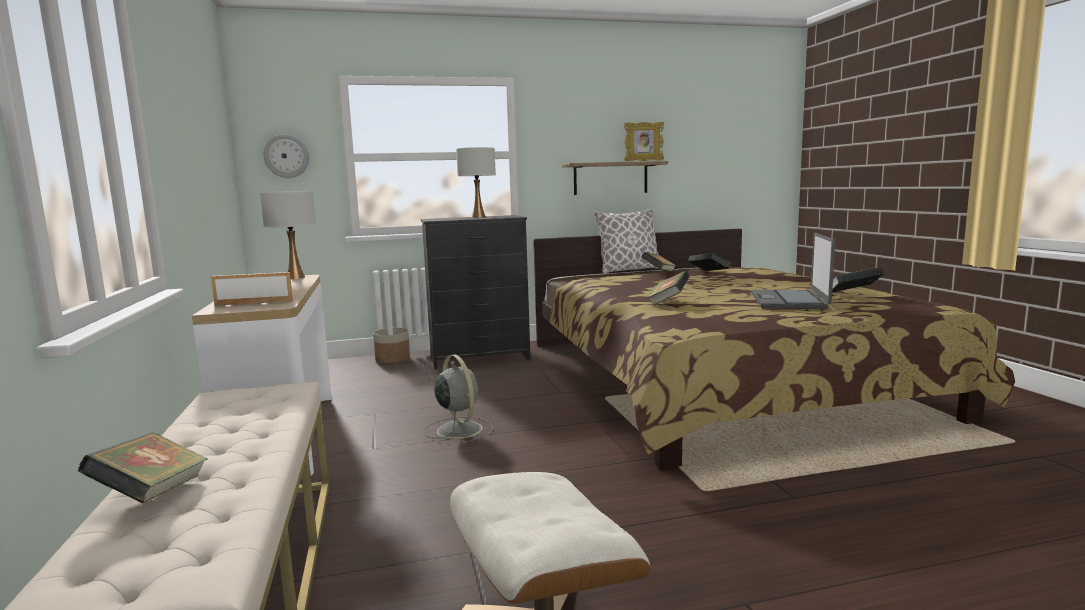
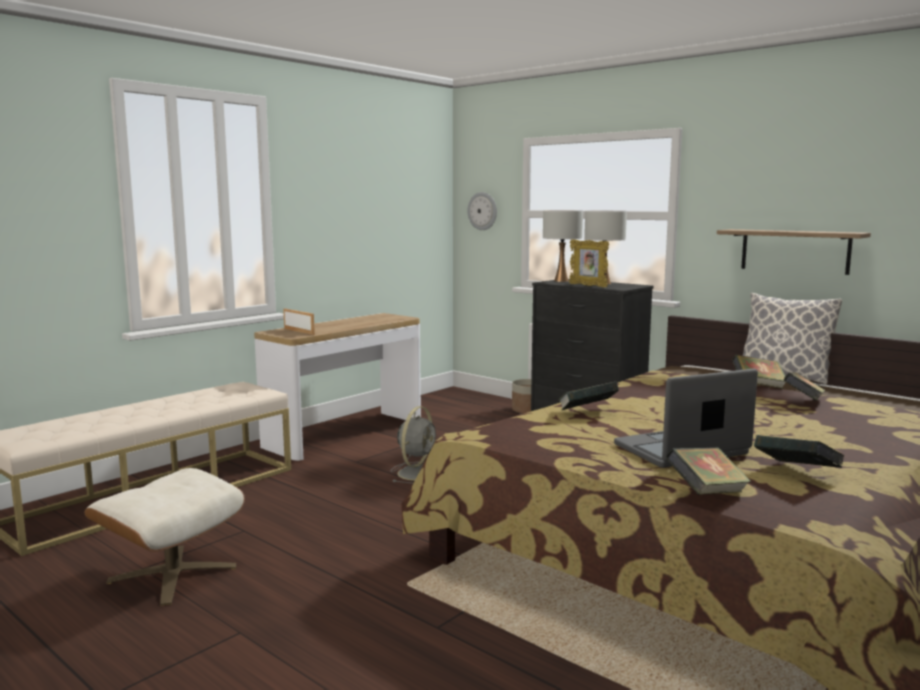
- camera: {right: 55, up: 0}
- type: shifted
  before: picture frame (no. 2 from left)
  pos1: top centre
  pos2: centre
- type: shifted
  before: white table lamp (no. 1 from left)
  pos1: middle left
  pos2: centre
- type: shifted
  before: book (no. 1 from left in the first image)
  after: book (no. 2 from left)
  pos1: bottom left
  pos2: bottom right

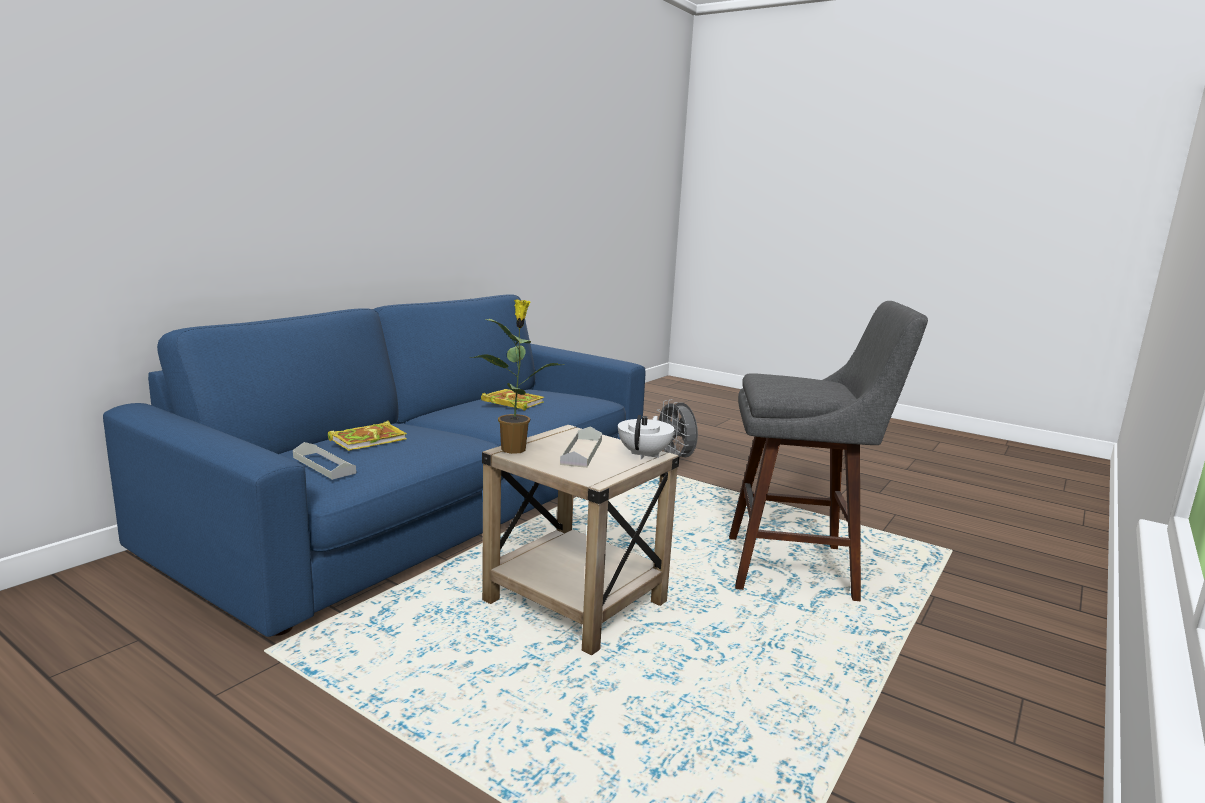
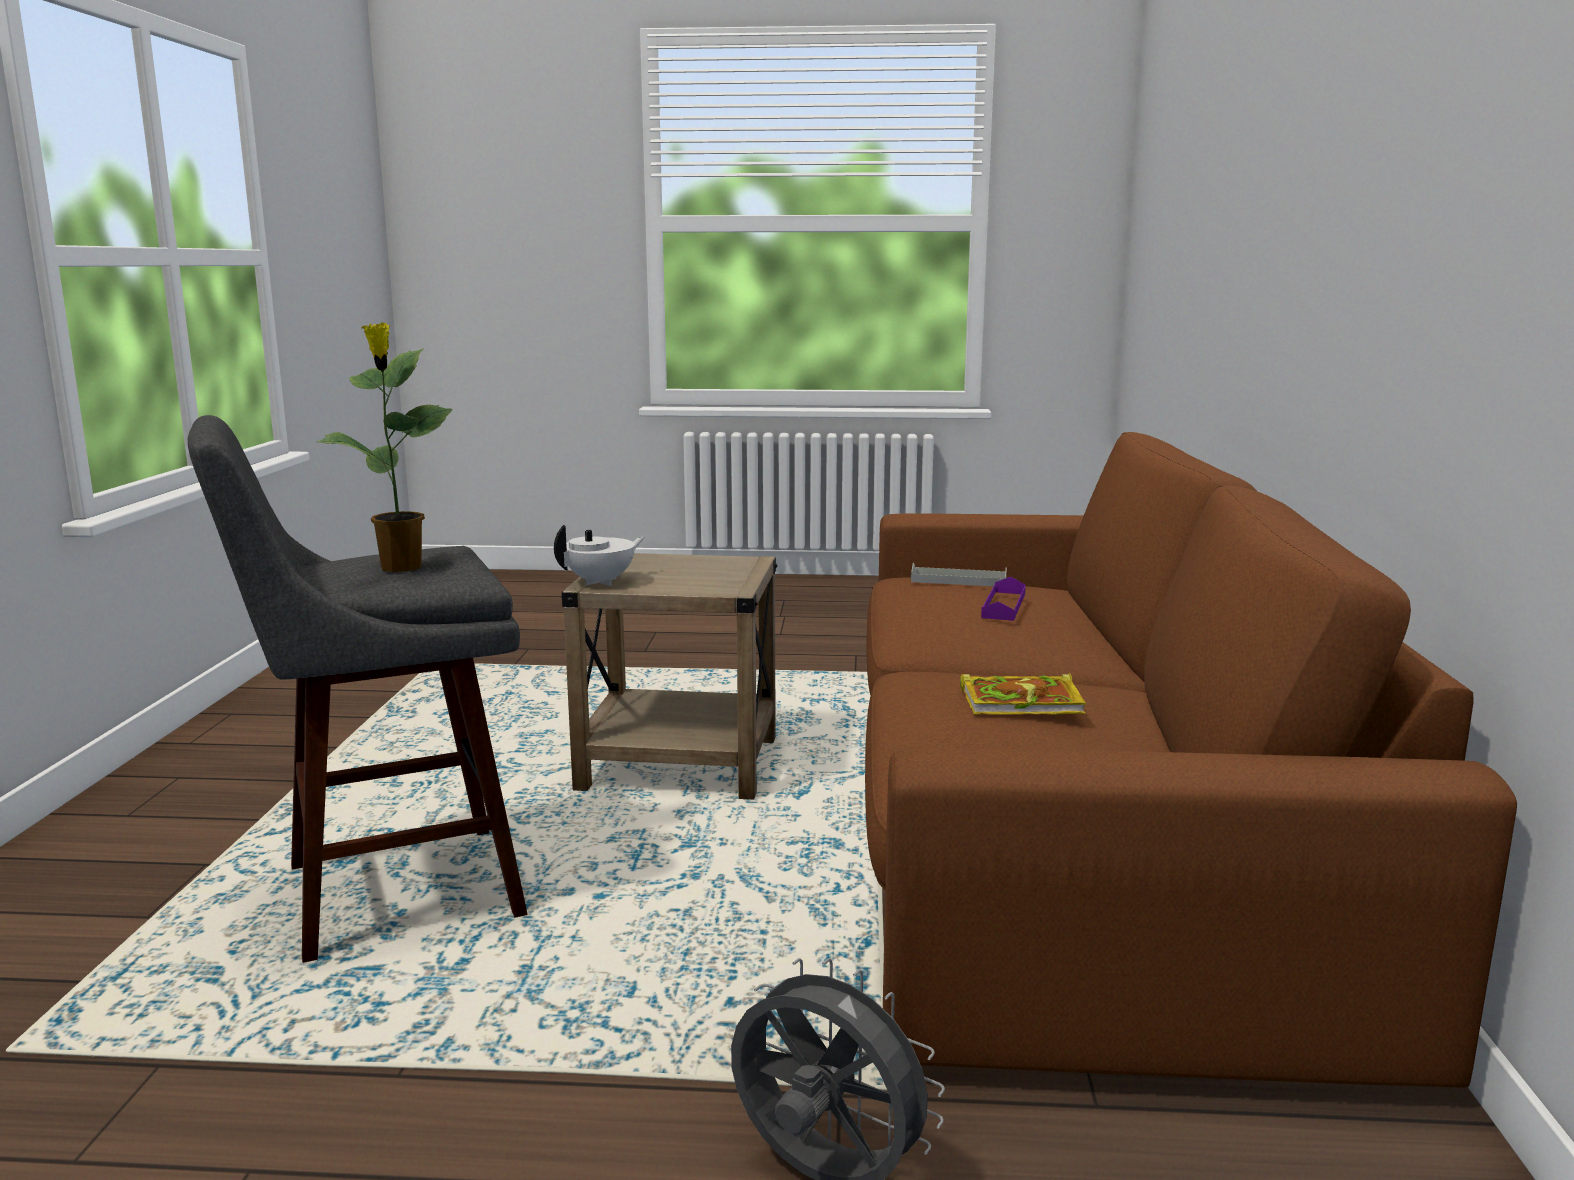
- camera: {right: 150, up: 0}
- type: repainted
  before: blue sofa
  after: brown sofa
  pos1: middle left
  pos2: middle right
- type: shifted
  before: potted plant
  pos1: centre
  pos2: middle left
- type: rotated
  before: white teapot
  pos1: centre
  pos2: centre
  turn: -120
- type: swapped
  before: book (no. 1 from left)
  after: purple tray
  pos1: middle left
  pos2: centre
- type: gone
  before: grey tray (no. 2 from left)
  pos1: centre

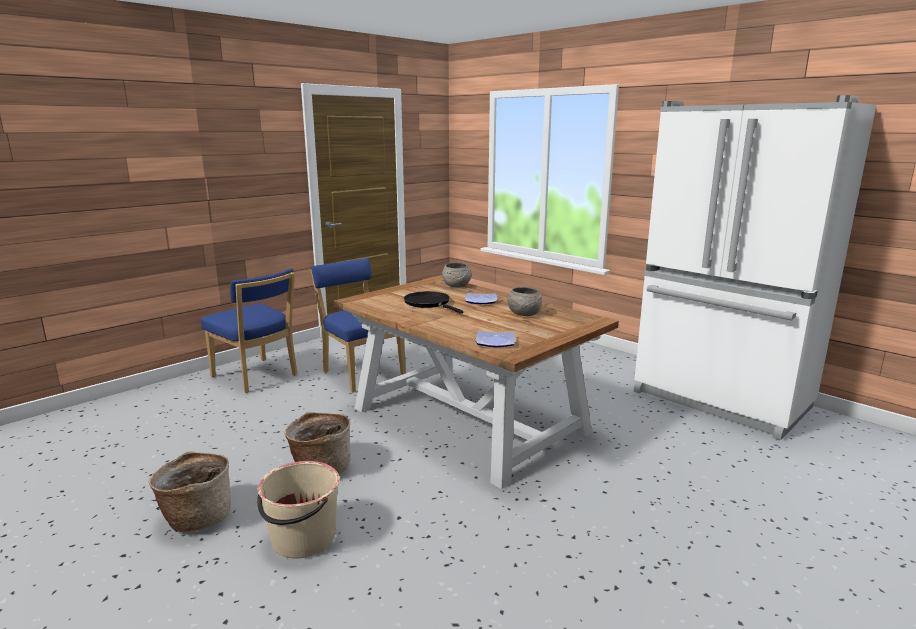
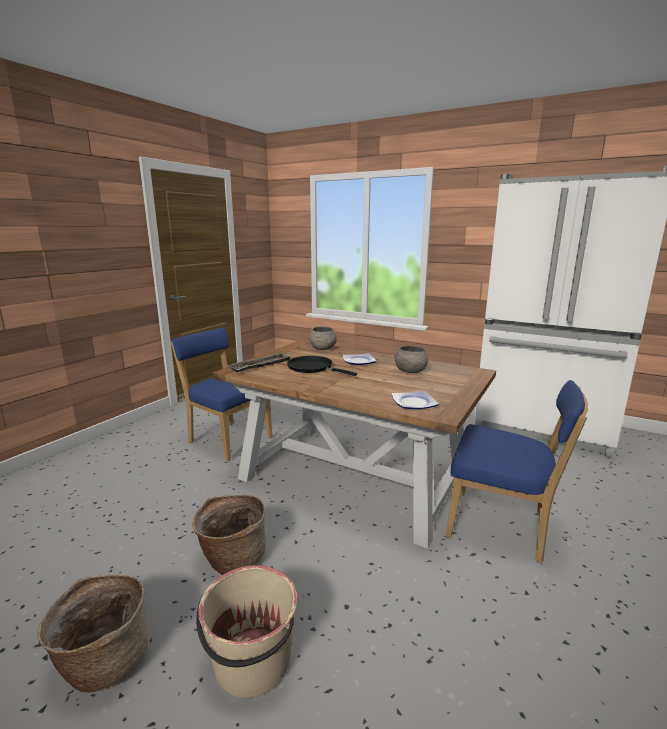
- camera: {right: -15, up: 0}
- type: shifted
  before: blue chair (no. 1 from left in the first image)
  after: blue chair (no. 2 from left)
  pos1: middle left
  pos2: middle right
- type: new
  after: tray
  pos2: centre

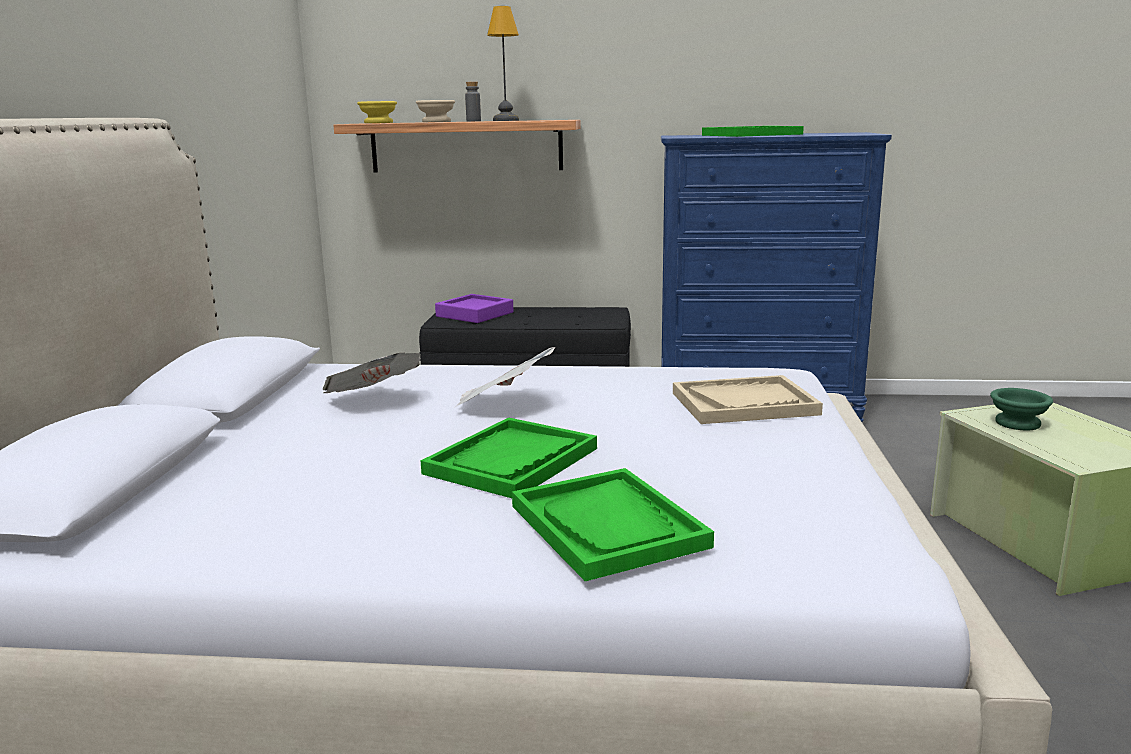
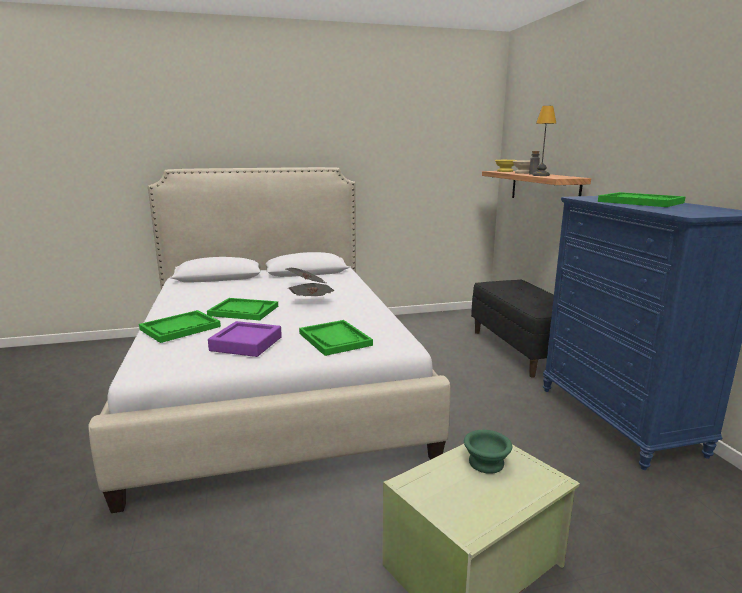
- camera: {right: 70, up: 0}
- type: shifted
  before: purple tray
  pos1: centre
  pos2: middle left
- type: repainted
  before: beige tray
  after: green tray (no. 3 from left)
  pos1: centre
  pos2: centre

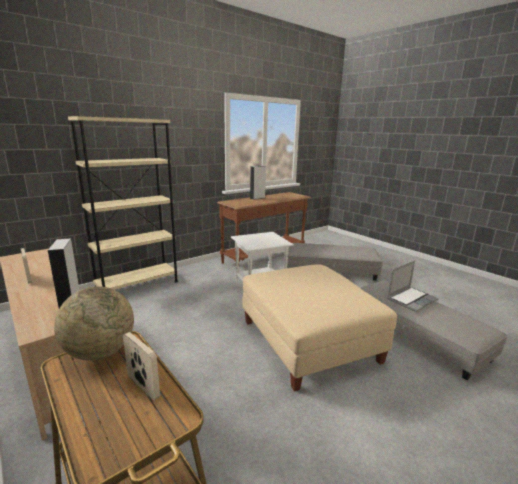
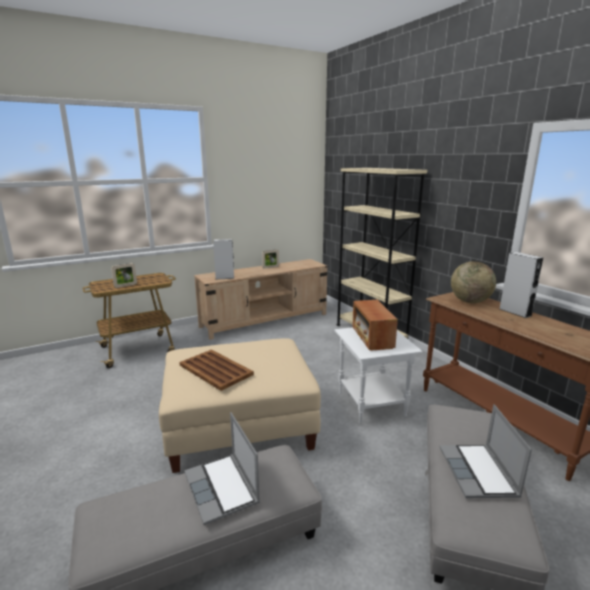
- camera: {right: 100, up: 0}
- type: shifted
  before: globe
  pos1: bottom left
  pos2: middle right
- type: new
  after: radio
  pos2: centre
- type: new
  after: brown tray
  pos2: centre
- type: new
  after: laptop (no. 2 from left)
  pos2: bottom right

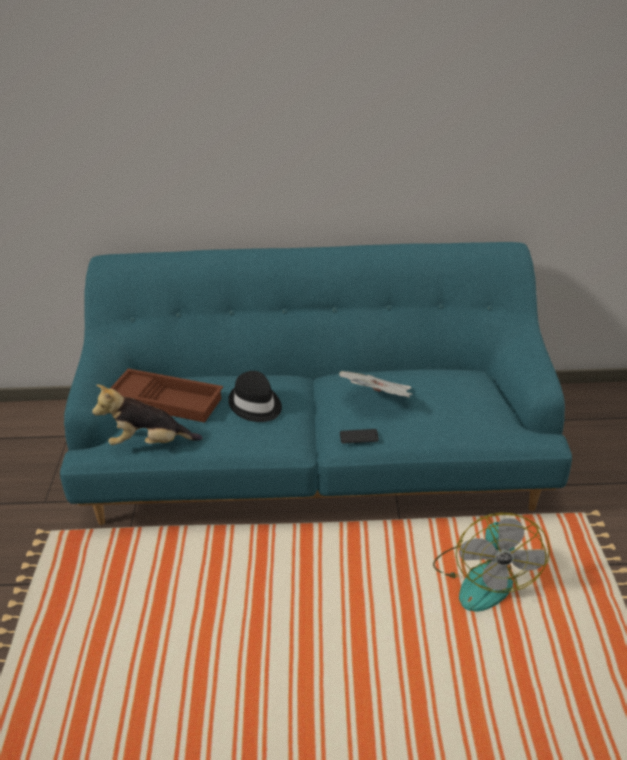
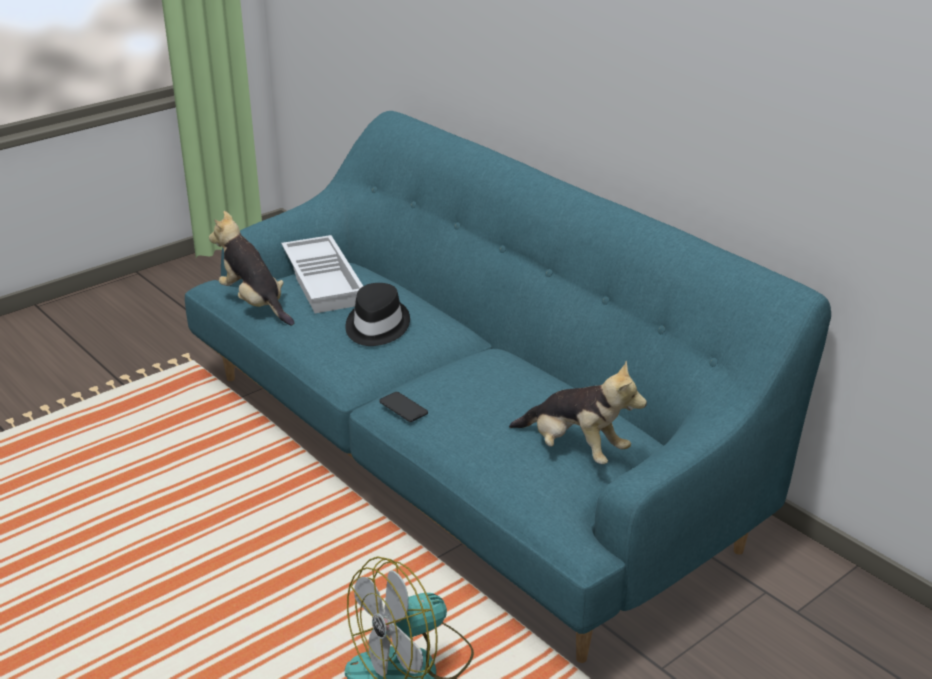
- camera: {right: 50, up: -5}
- type: repainted
  before: brown tray
  after: white tray
  pos1: middle left
  pos2: centre
- type: gone
  before: newspaper
  pos1: centre
- type: new
  after: plush toy (no. 2 from left)
  pos2: centre

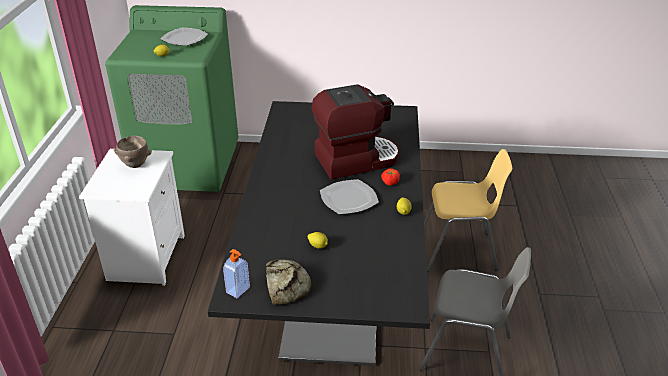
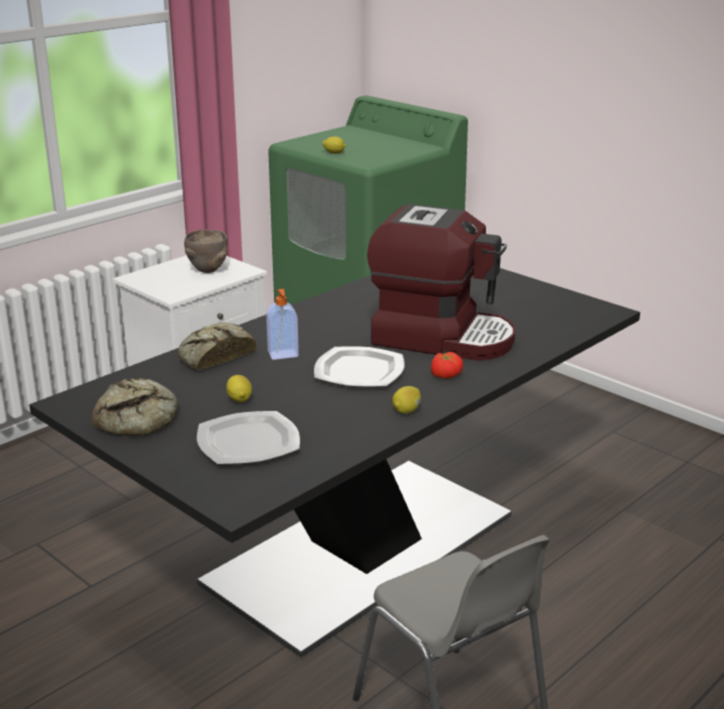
- camera: {right: 40, up: -10}
- type: shifted
  before: plate (no. 1 from left)
  pos1: top left
  pos2: centre
- type: gone
  before: yellow chair
  pos1: middle right
- type: shifted
  before: soap dispenser
  pos1: bottom centre
  pos2: centre
- type: new
  after: bread (no. 2 from left)
  pos2: middle left

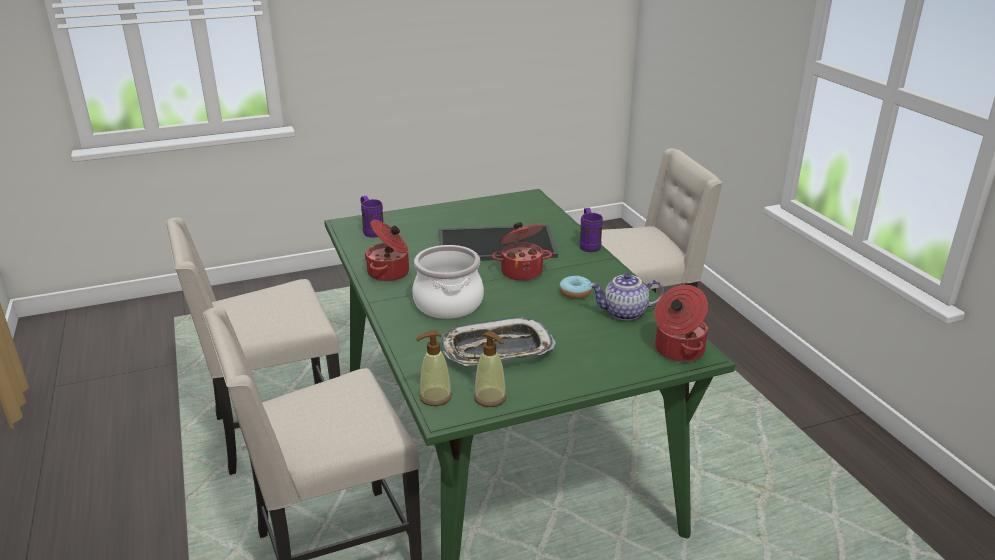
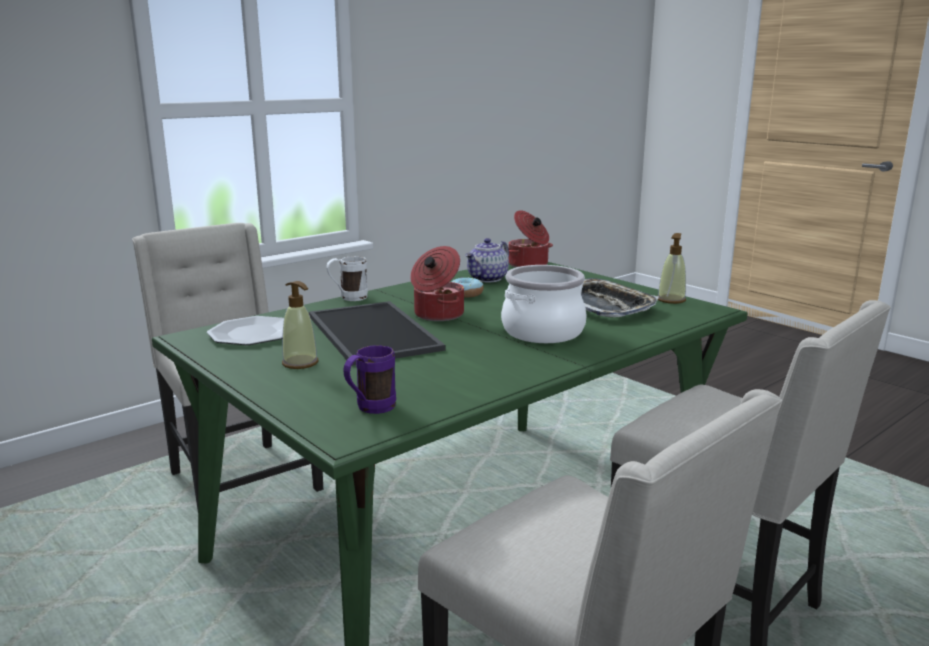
- camera: {right: -110, up: -10}
- type: repainted
  before: purple mug (no. 2 from left)
  after: white mug
  pos1: centre
  pos2: centre
- type: gone
  before: cooking pot (no. 1 from left)
  pos1: centre
- type: rotated
  before: teapot
  pos1: centre
  pos2: centre
  turn: 60
- type: shifted
  before: soap dispenser (no. 1 from left)
  pos1: centre
  pos2: middle left
- type: new
  after: plate
  pos2: middle left

